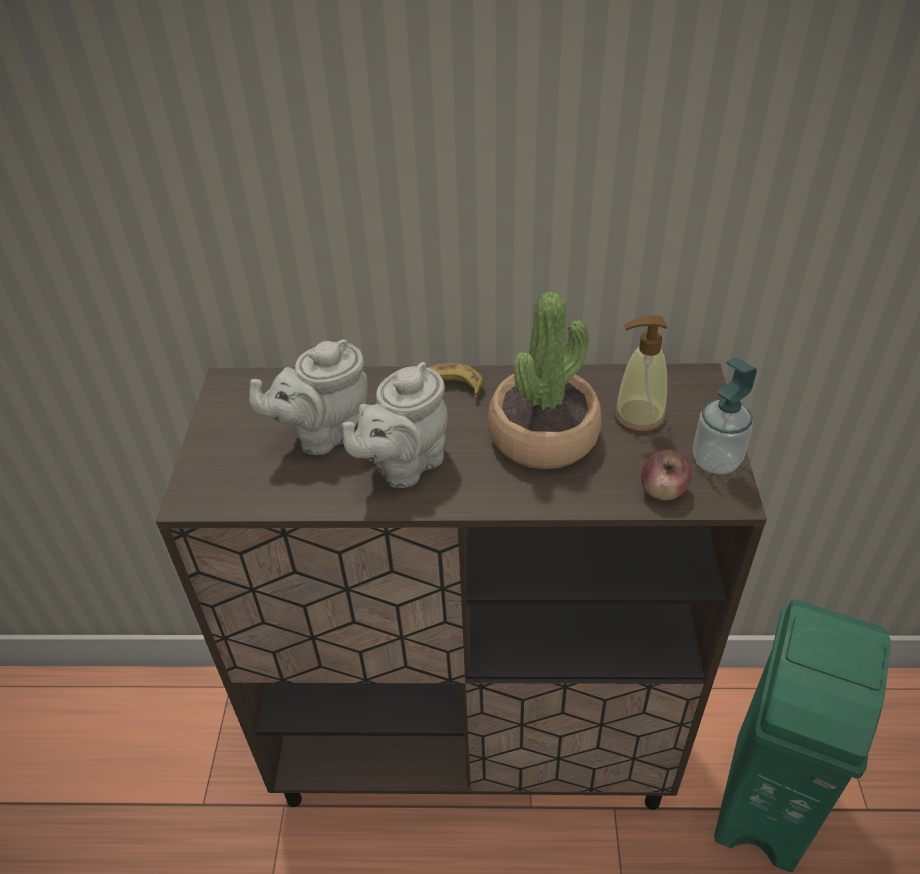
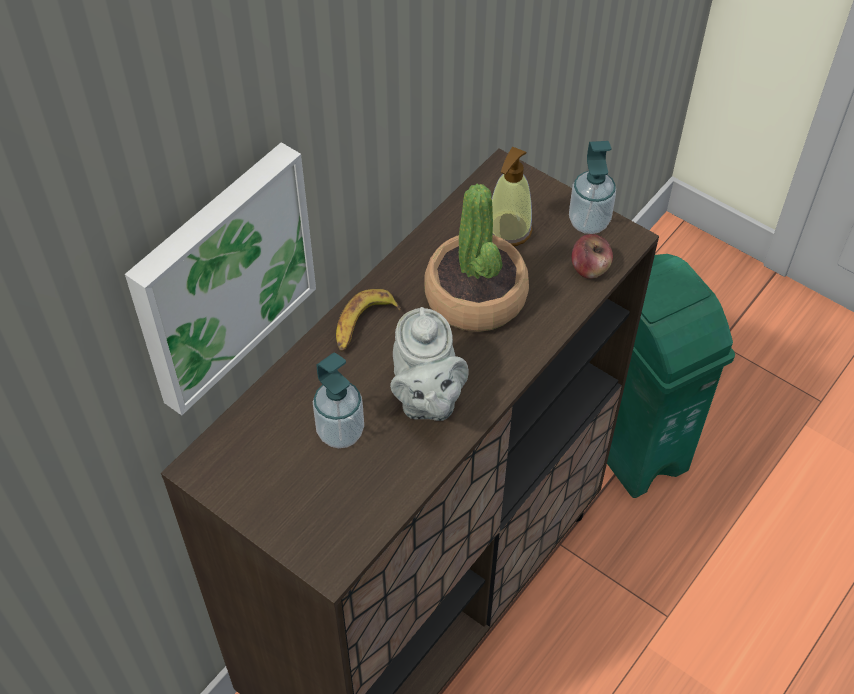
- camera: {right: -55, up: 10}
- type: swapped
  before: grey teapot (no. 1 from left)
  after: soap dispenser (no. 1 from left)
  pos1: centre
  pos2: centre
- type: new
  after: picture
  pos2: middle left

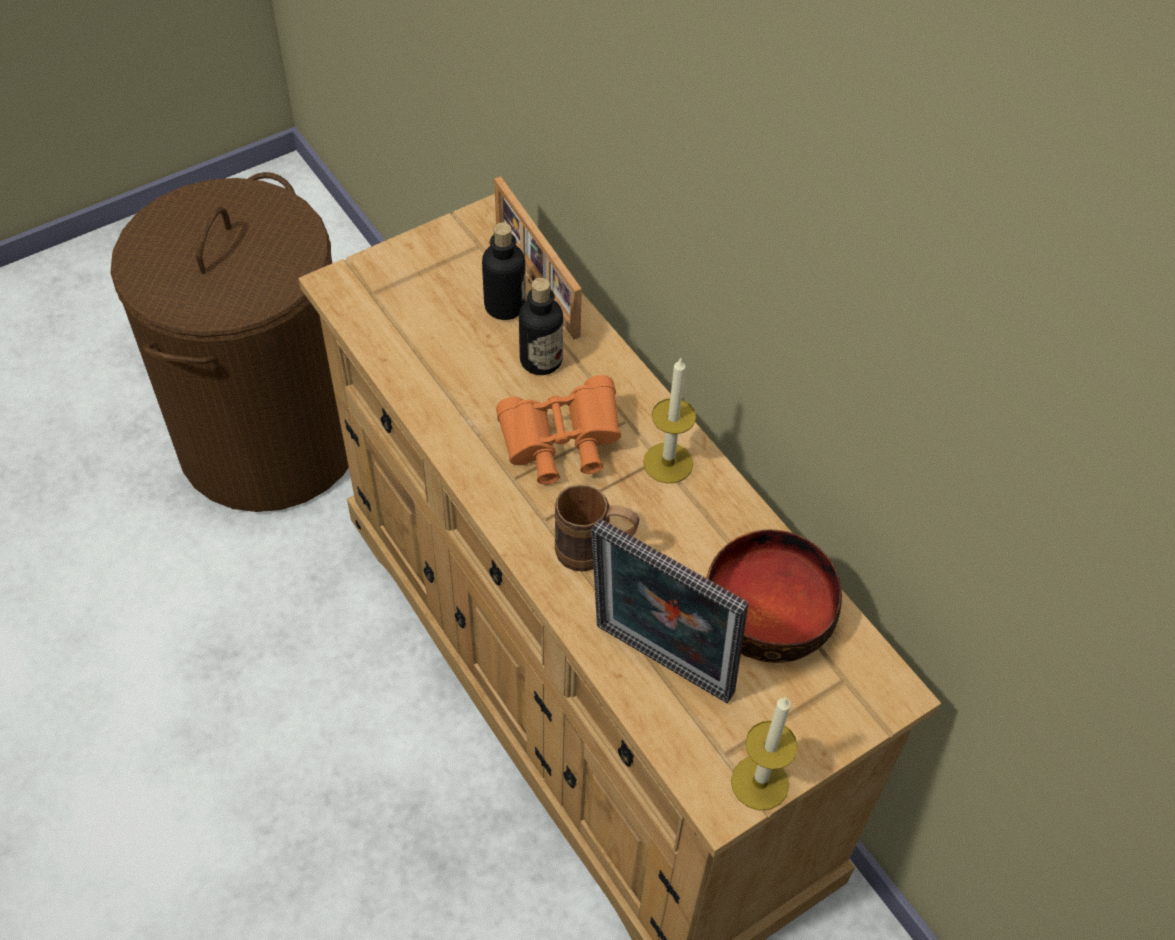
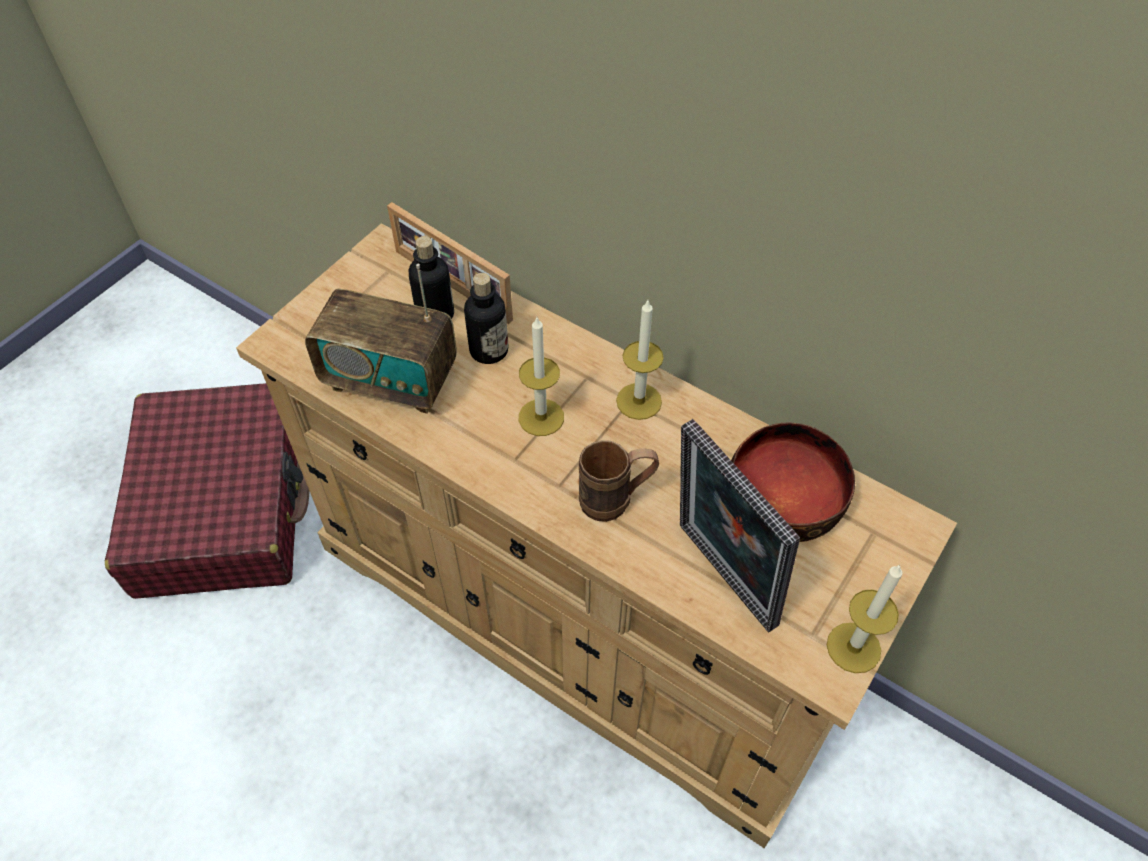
- camera: {right: -20, up: 0}
- type: swapped
  before: brown laundry basket
  after: red suitcase
  pos1: middle left
  pos2: middle left
- type: swapped
  before: orange binoculars
  after: candle (no. 1 from left)
  pos1: centre
  pos2: centre
- type: rotated
  before: picture frame (no. 2 from left)
  pos1: centre
  pos2: centre
  turn: 45
- type: new
  after: radio
  pos2: middle left

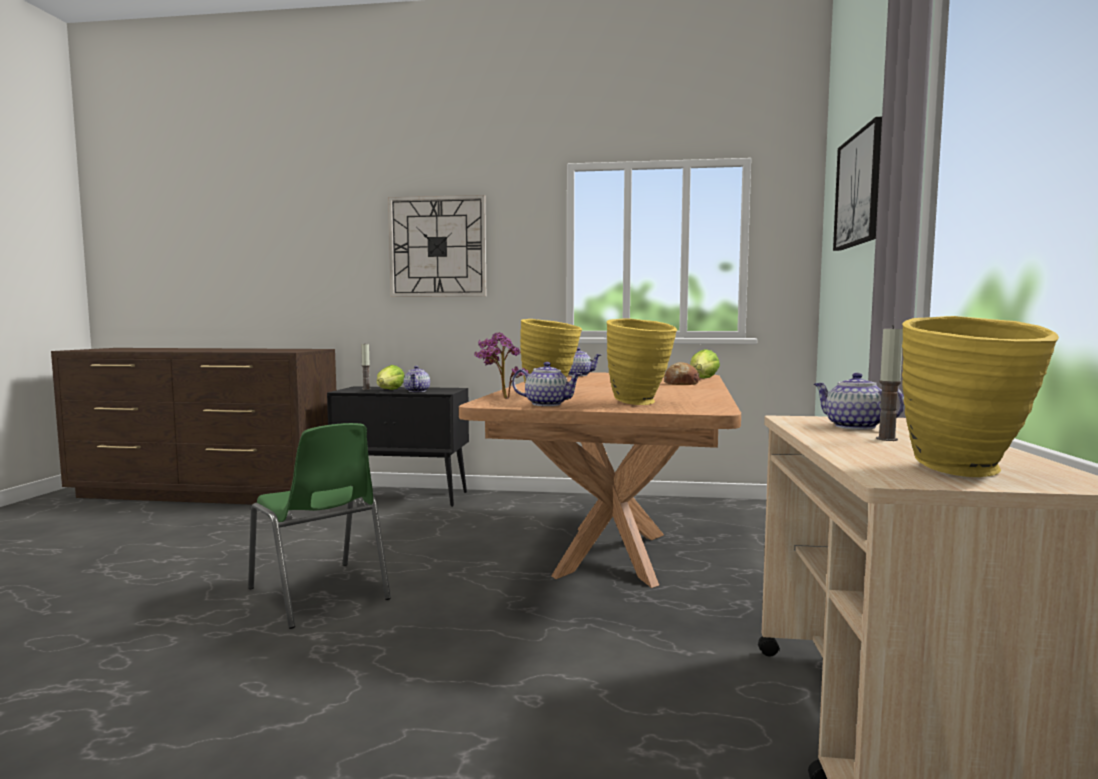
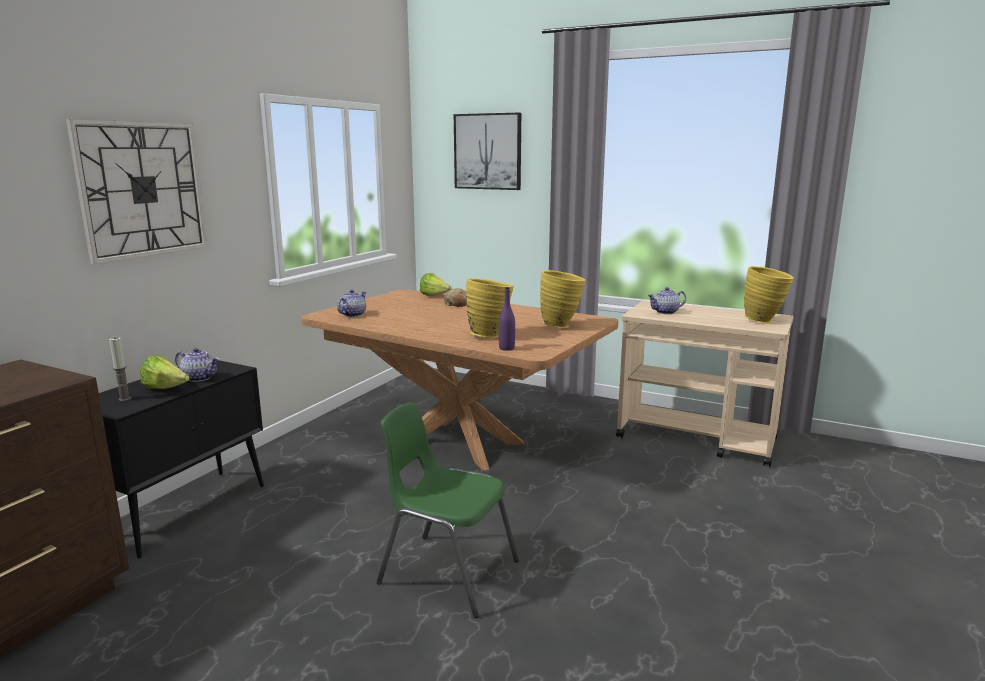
- camera: {right: -70, up: 10}
- type: gone
  before: candle (no. 2 from left)
  pos1: middle right
- type: swapped
  before: potted plant
  after: purple bottle
  pos1: centre
  pos2: centre
- type: gone
  before: teapot (no. 2 from left)
  pos1: centre
- type: rotated
  before: green chair
  pos1: bottom left
  pos2: bottom centre
  turn: -135

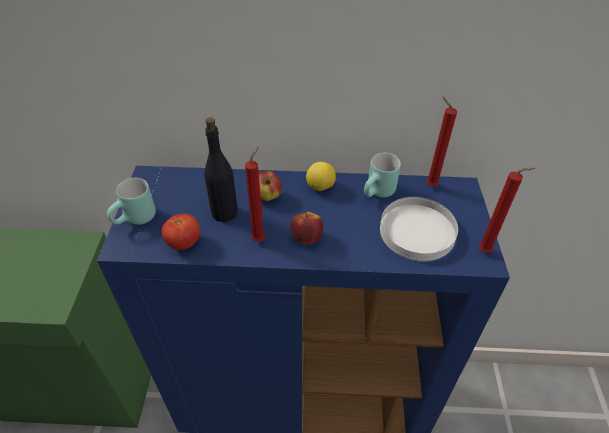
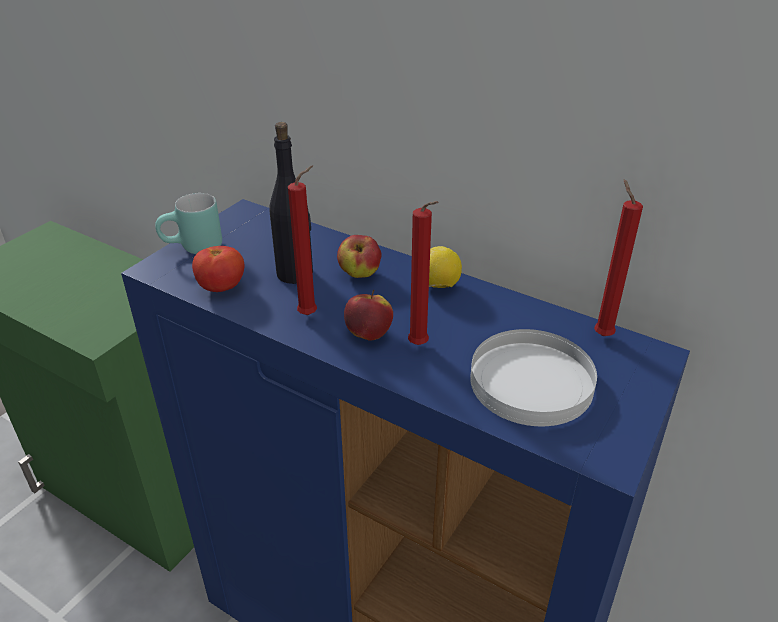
- camera: {right: 30, up: -10}
- type: gone
  before: turquoise mug (no. 2 from left)
  pos1: centre
- type: shifted
  before: red candle (no. 3 from left in the first image)
  after: red candle (no. 2 from left)
  pos1: middle right
  pos2: centre

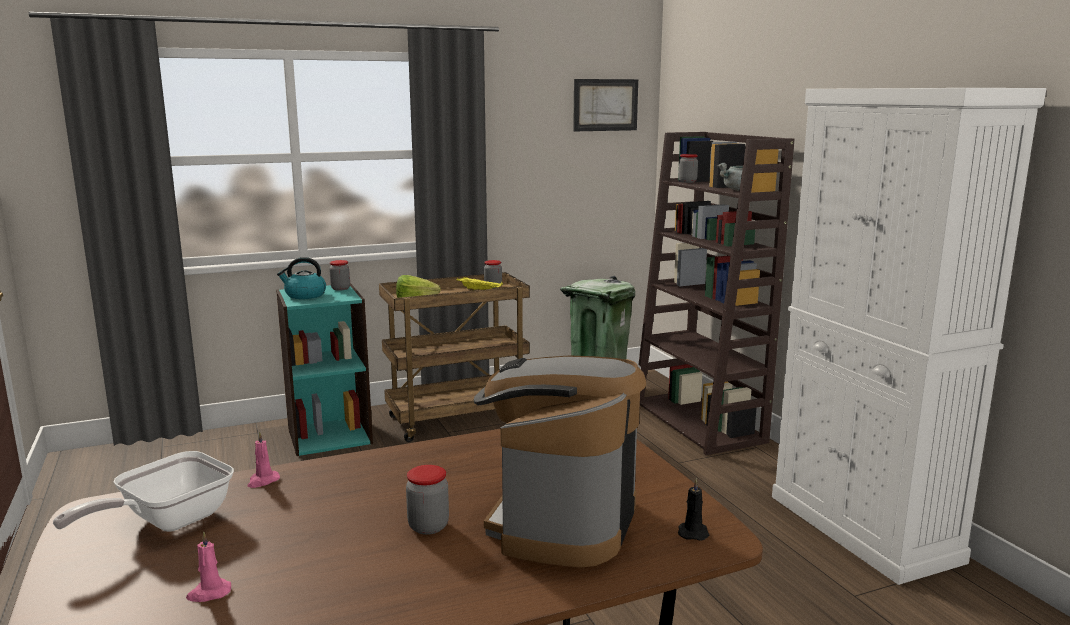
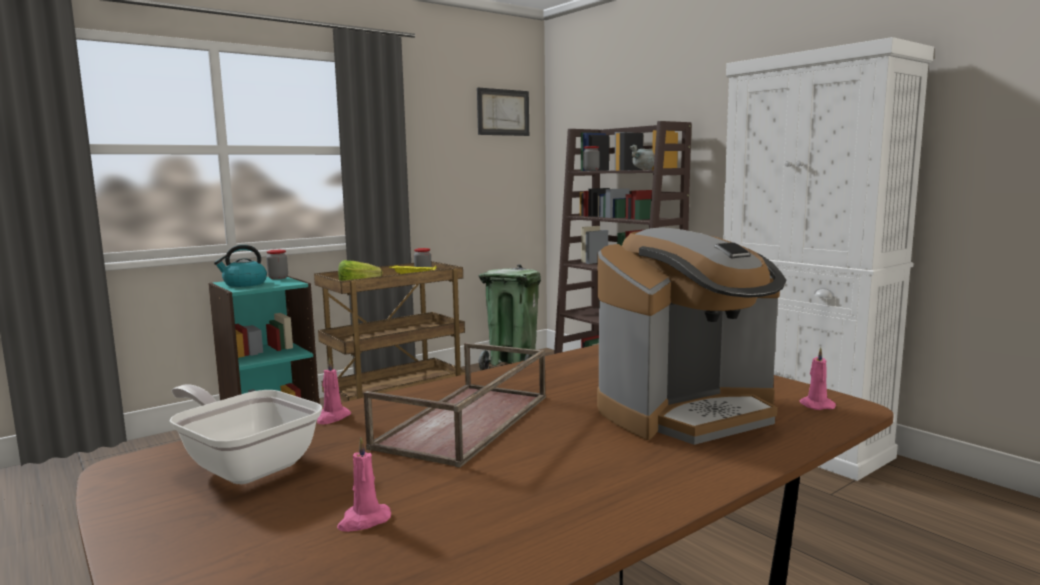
- camera: {right: -15, up: -5}
- type: rotated
  before: coffee machine
  pos1: bottom centre
  pos2: centre
  turn: -120
- type: rotated
  before: frying pan
  pos1: bottom left
  pos2: bottom left
  turn: 105
- type: gone
  before: jar (no. 2 from left)
  pos1: bottom centre
- type: repainted
  before: black candle
  after: pink candle (no. 3 from left)
  pos1: bottom centre
  pos2: middle right
- type: new
  after: brown tray
  pos2: bottom centre

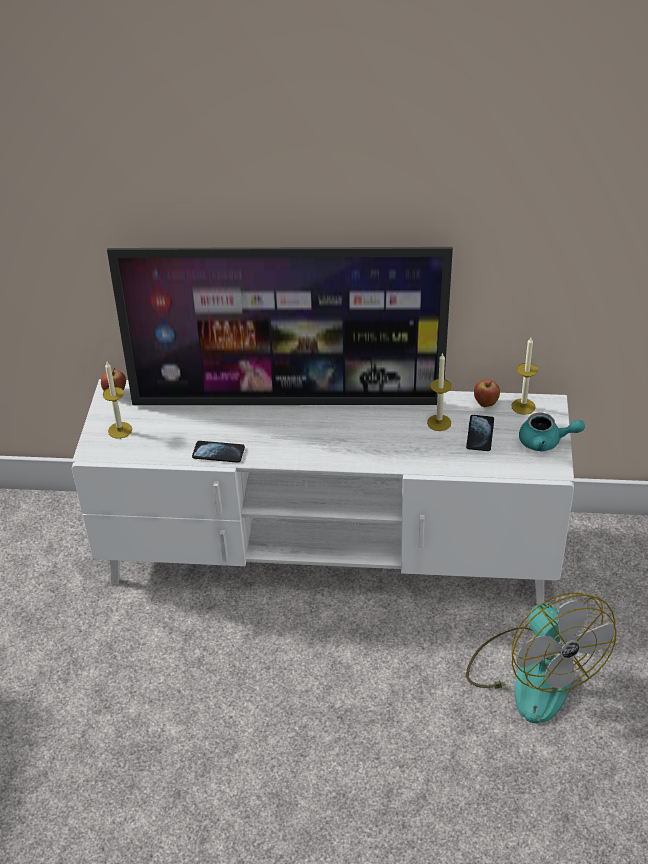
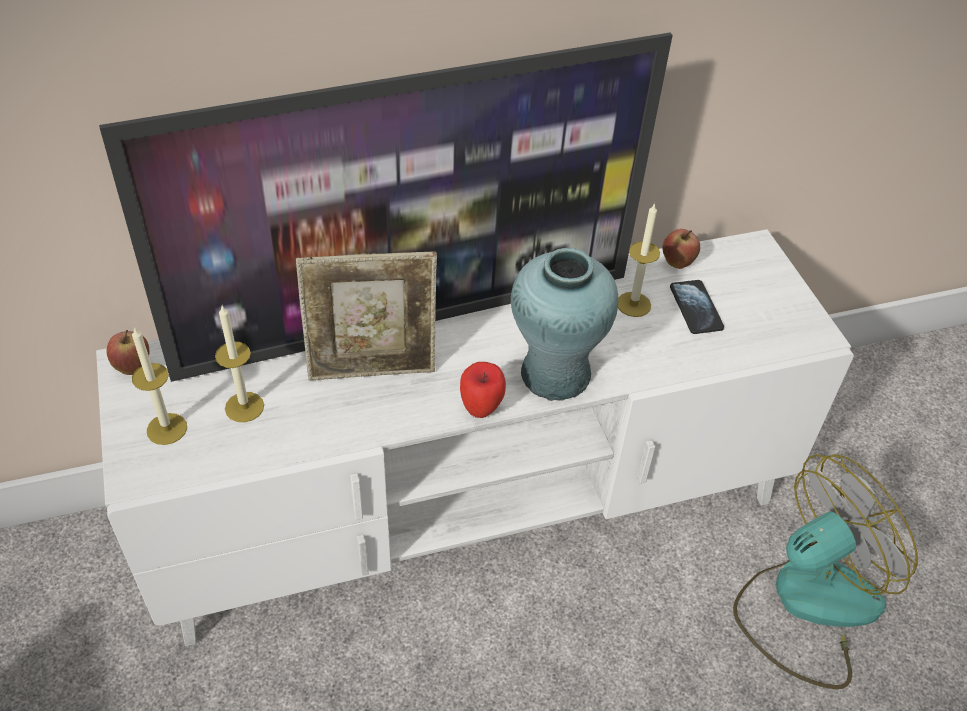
- camera: {right: -25, up: 5}
- type: shifted
  before: candle (no. 3 from left in the first image)
  after: candle (no. 2 from left)
  pos1: middle right
  pos2: middle left
- type: gone
  before: turquoise teapot
  pos1: middle right
- type: gone
  before: phone (no. 1 from left)
  pos1: centre
- type: rotated
  before: fan
  pos1: bottom right
  pos2: bottom right
  turn: -75
- type: new
  after: turquoise vase
  pos2: centre
- type: new
  after: picture frame
  pos2: centre
- type: new
  after: apple (no. 2 from left)
  pos2: centre

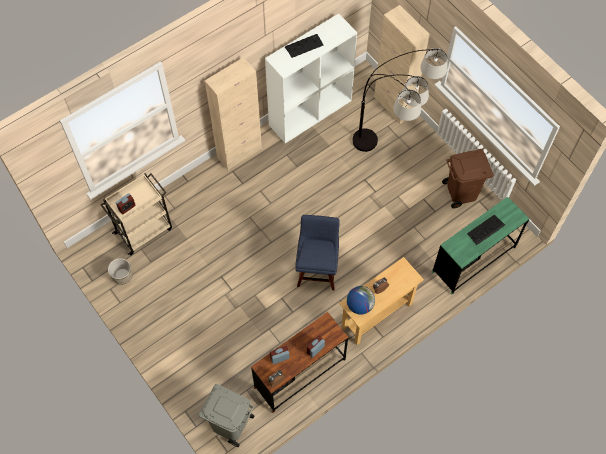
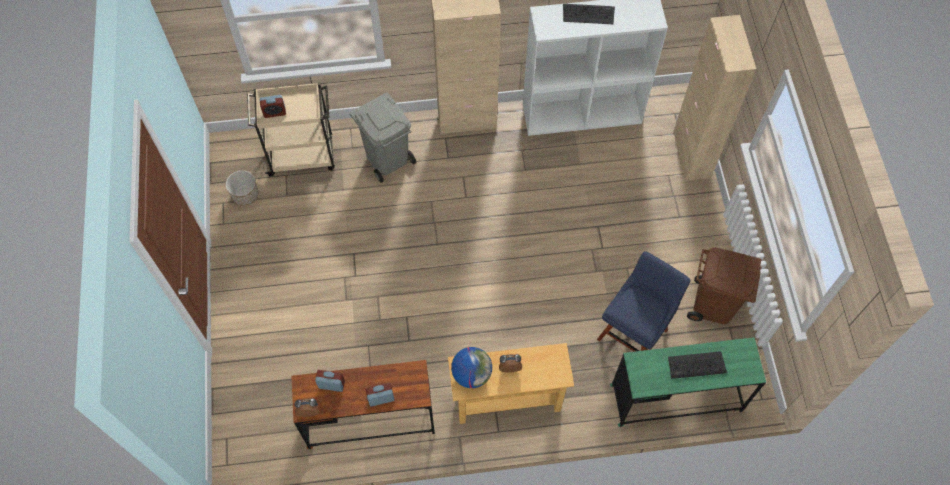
- camera: {right: 30, up: 0}
- type: gone
  before: floor lamp
  pos1: top centre
- type: shifted
  before: blue chair
  pos1: centre
  pos2: middle right
- type: shifted
  before: grey trash can
  pos1: bottom centre
  pos2: top centre

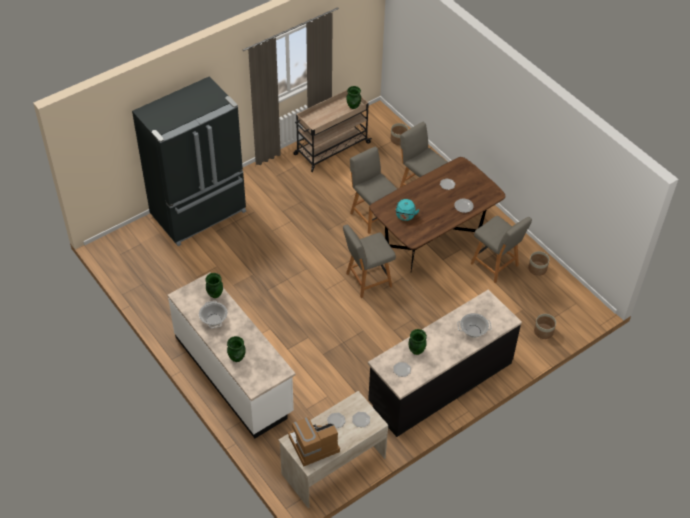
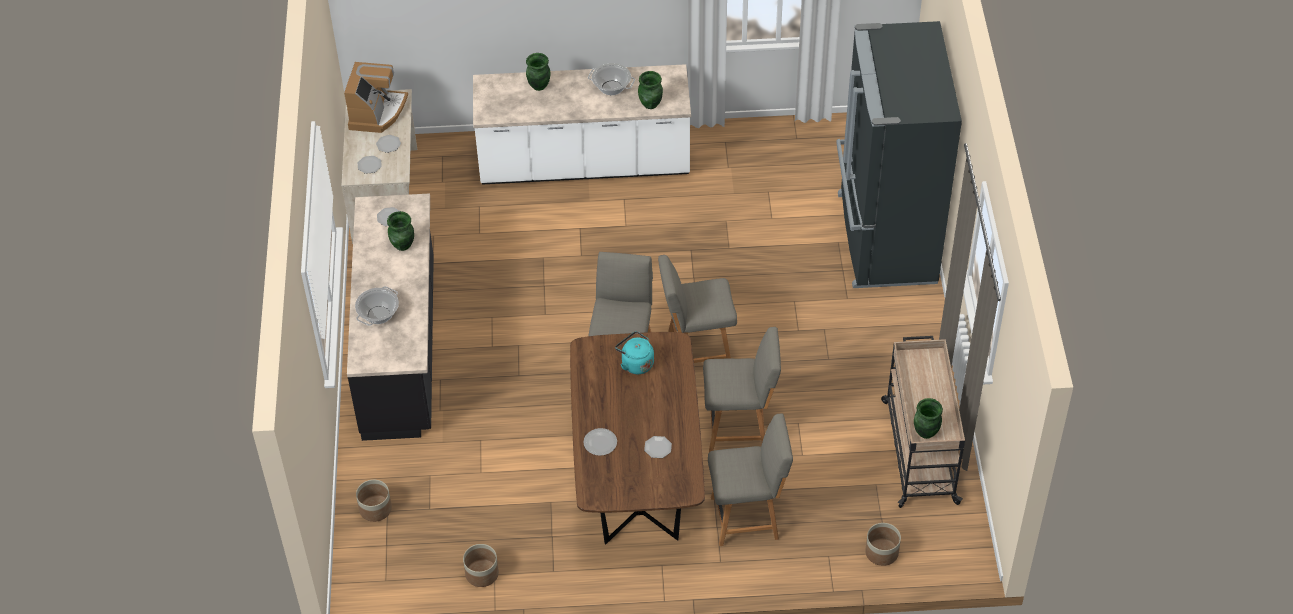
- camera: {right: 125, up: 0}
- type: shifted
  before: grey chair (no. 4 from left in the first image)
  after: grey chair (no. 2 from left)
  pos1: middle right
  pos2: centre

